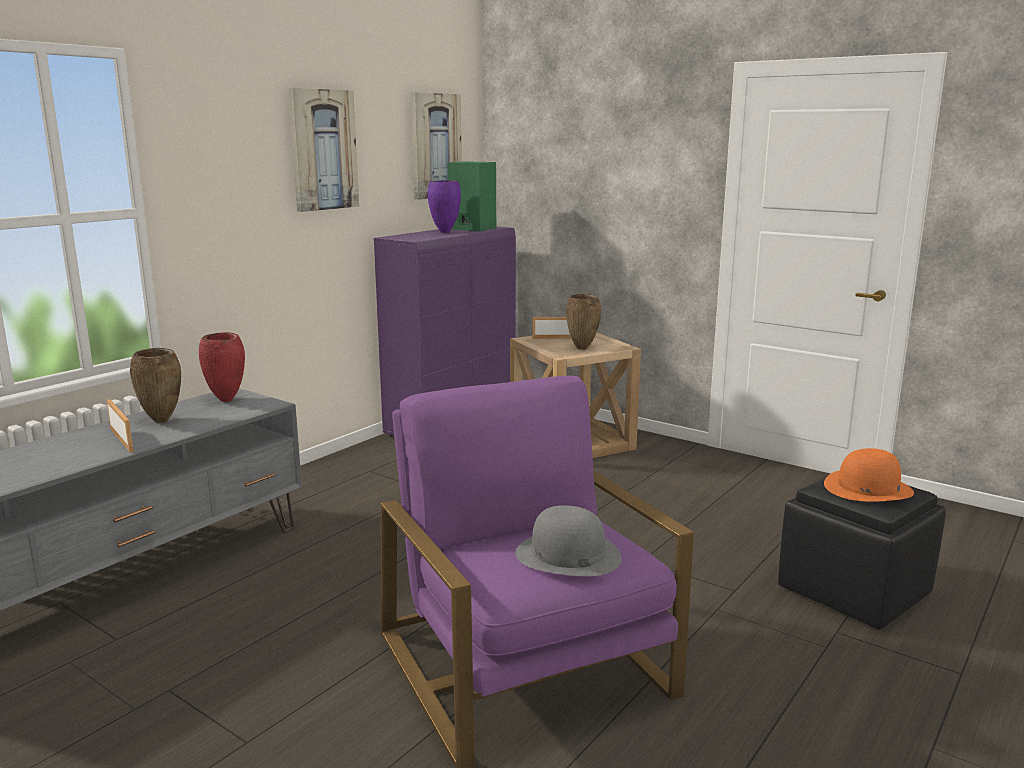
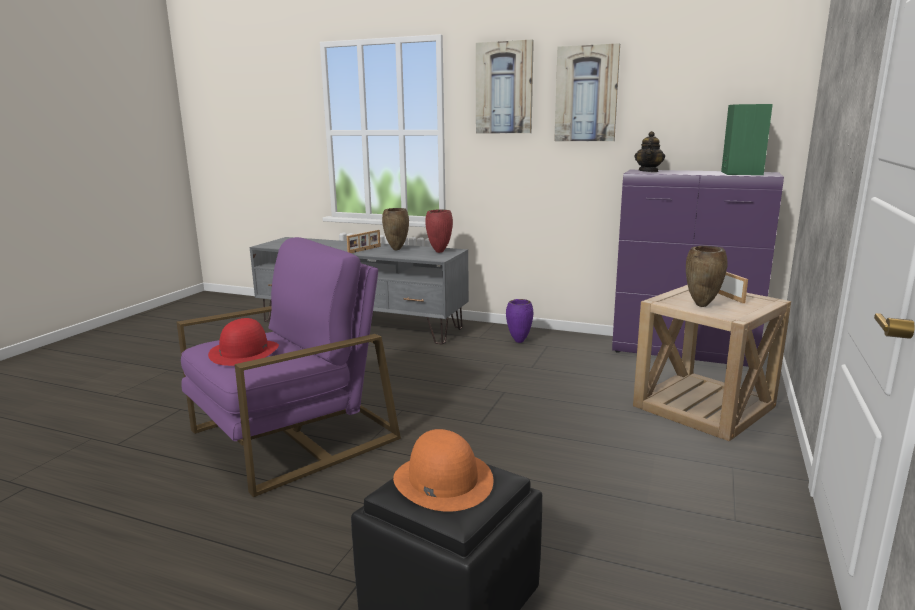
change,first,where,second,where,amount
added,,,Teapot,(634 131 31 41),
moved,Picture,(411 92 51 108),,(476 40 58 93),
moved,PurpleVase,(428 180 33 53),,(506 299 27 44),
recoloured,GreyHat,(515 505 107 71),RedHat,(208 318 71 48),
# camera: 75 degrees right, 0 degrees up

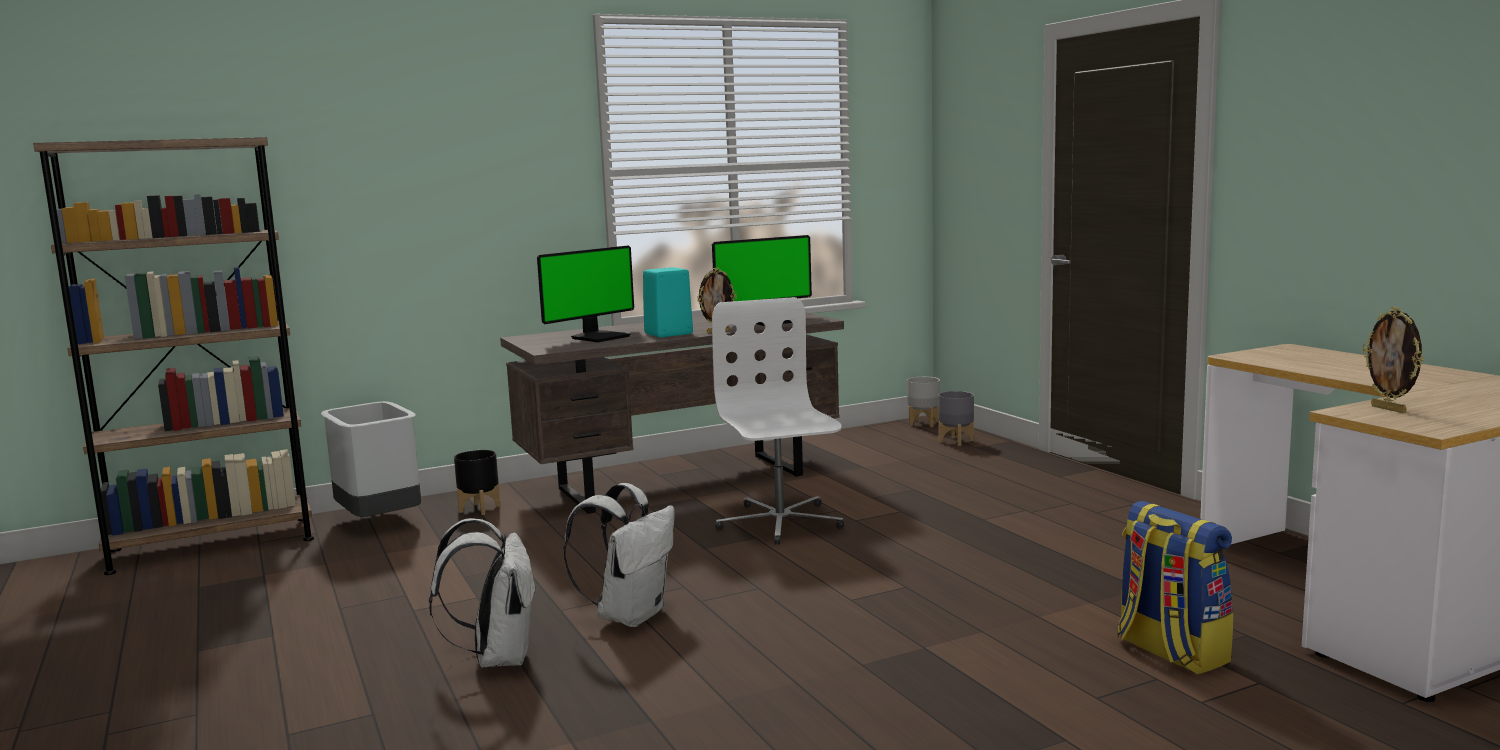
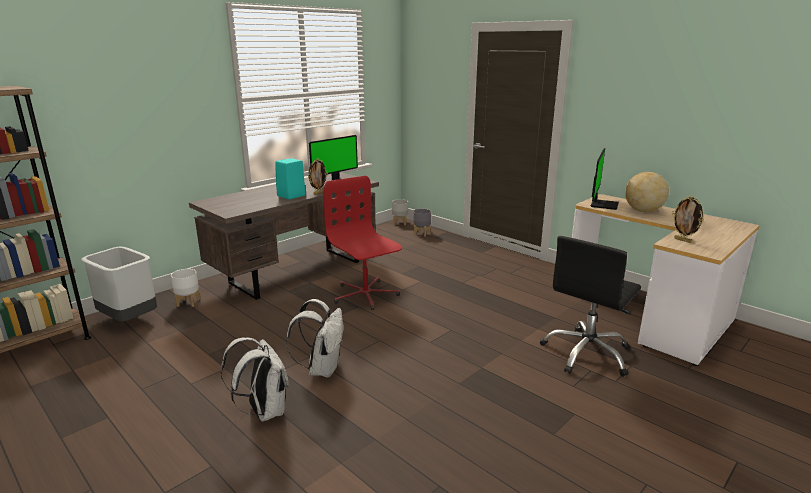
change,first,where,second,where,amount
added,,,Globe,(625 172 44 40),
moved,Monitor,(537 245 97 97),,(591 148 28 62),
replaced,Backpack,(1117 501 116 174),BlackOfficeChair,(540 236 101 141),
recoloured,BlackPlanter,(454 450 46 65),WhitePlanter,(171 269 29 38),
recoloured,WhiteOfficeChair,(712 297 132 248),RedOfficeChair,(324 176 78 134),
# camera: 20 degrees left, 10 degrees up

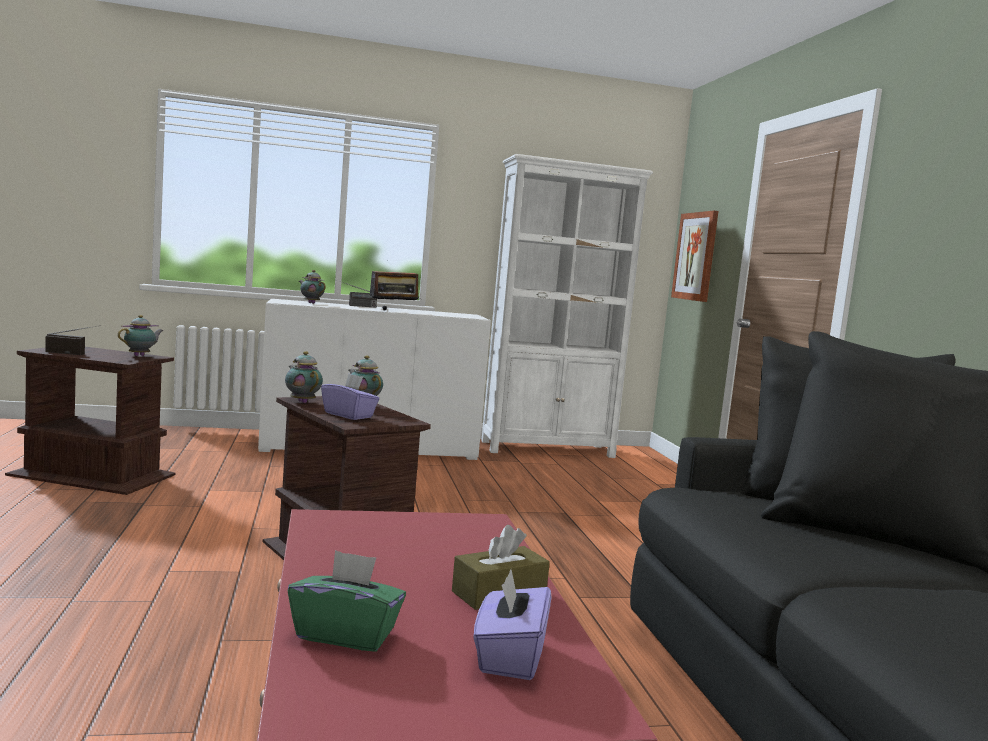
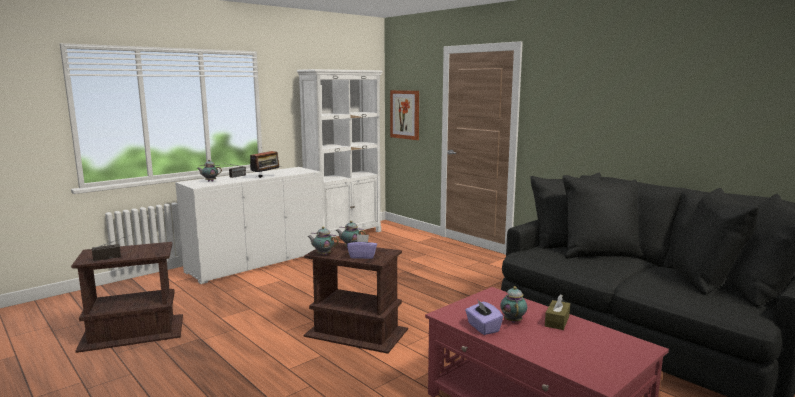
change,first,where,second,where,amount
removed,GreenTissueBox,(288 550 118 102),,,
moved,Teapot,(118 315 45 41),,(500 286 27 37),
moved,PurpleTissueBox,(473 569 79 111),,(465 299 38 36),
# camera: 30 degrees left, 5 degrees up

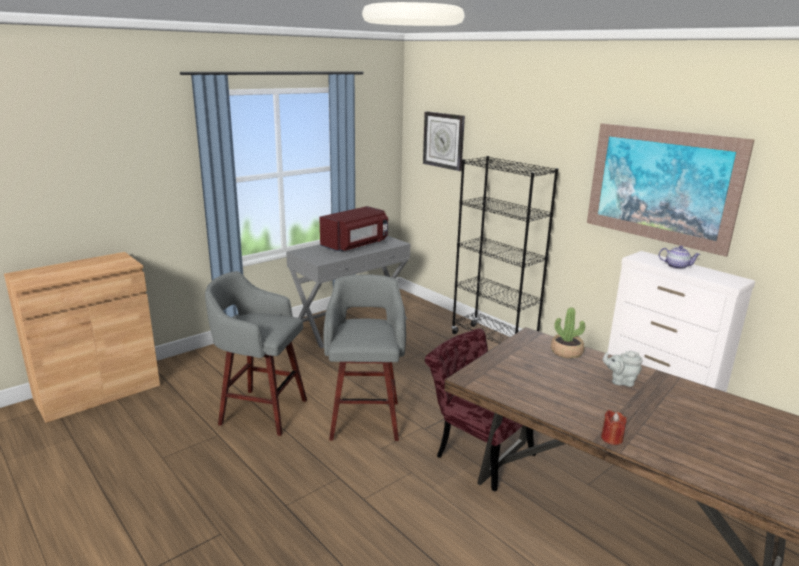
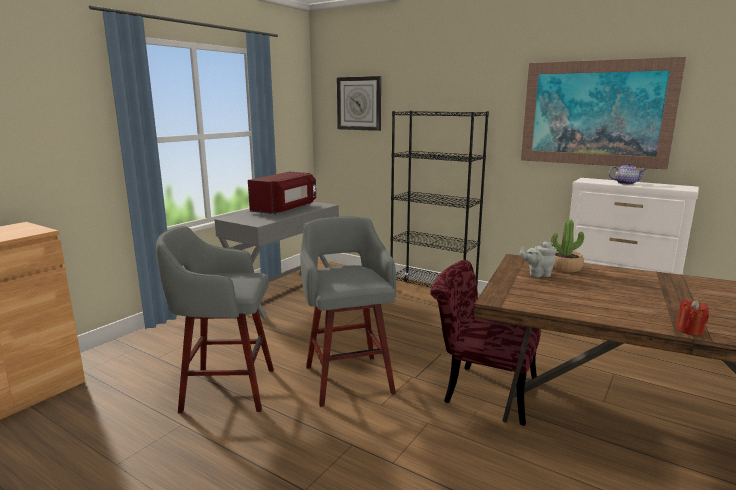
change,first,where,second,where,amount
moved,GreyTeapot,(603 351 40 36),,(520 242 37 35),
# camera: 15 degrees left, 5 degrees down

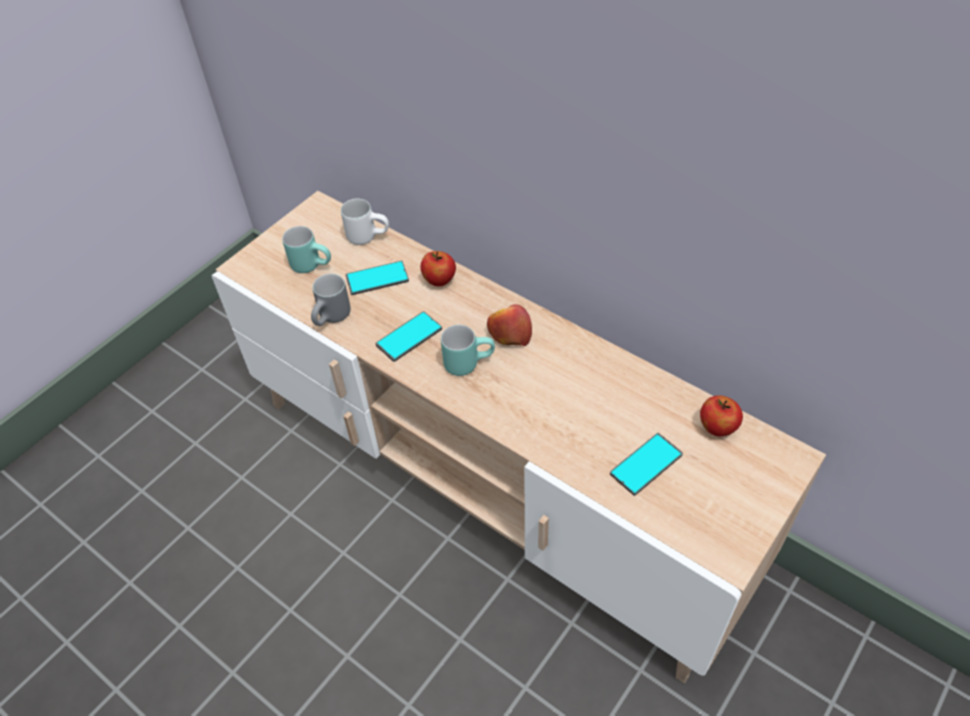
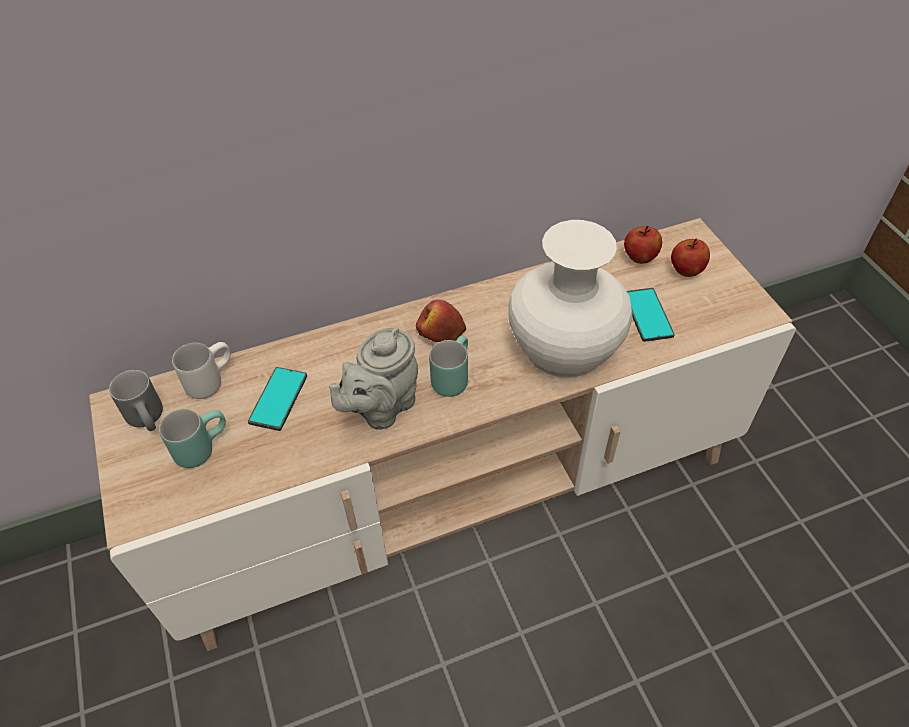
change,first,where,second,where,amount
added,,,WhiteVase,(508 220 124 158),
moved,GreyMug,(311 274 40 52),,(109 370 54 61),
moved,Apple,(421 251 35 35),,(671 238 39 39),
replaced,Phone,(376 311 66 51),GreyTeapot,(329 328 89 101),
# camera: 60 degrees left, 0 degrees up

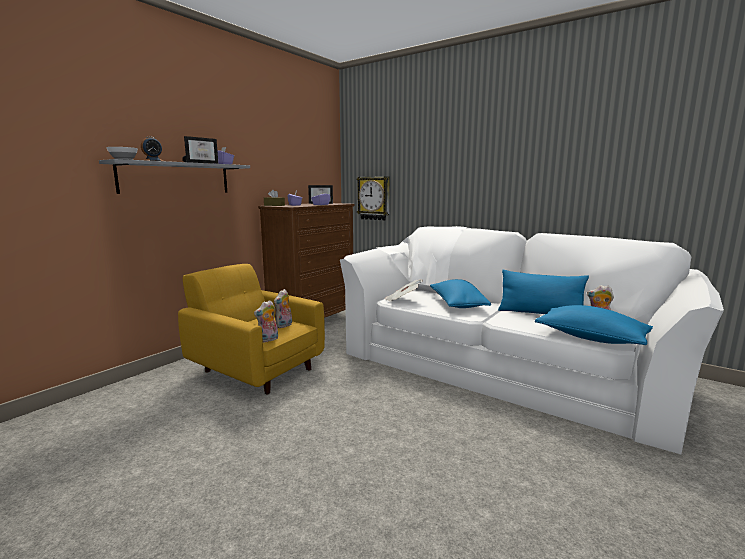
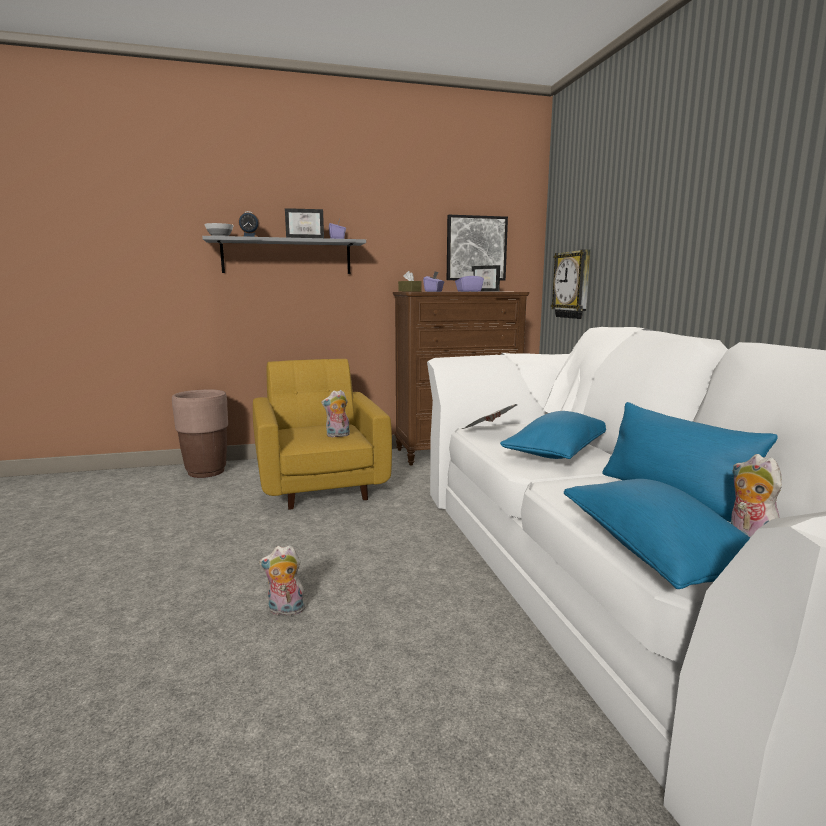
change,first,where,second,where,amount
added,,,BrownPlanter,(172 389 56 89),
added,,,Picture,(447 215 61 66),
moved,PlushToy,(254 300 24 43),,(259 545 47 70),
# camera: 40 degrees right, 0 degrees up

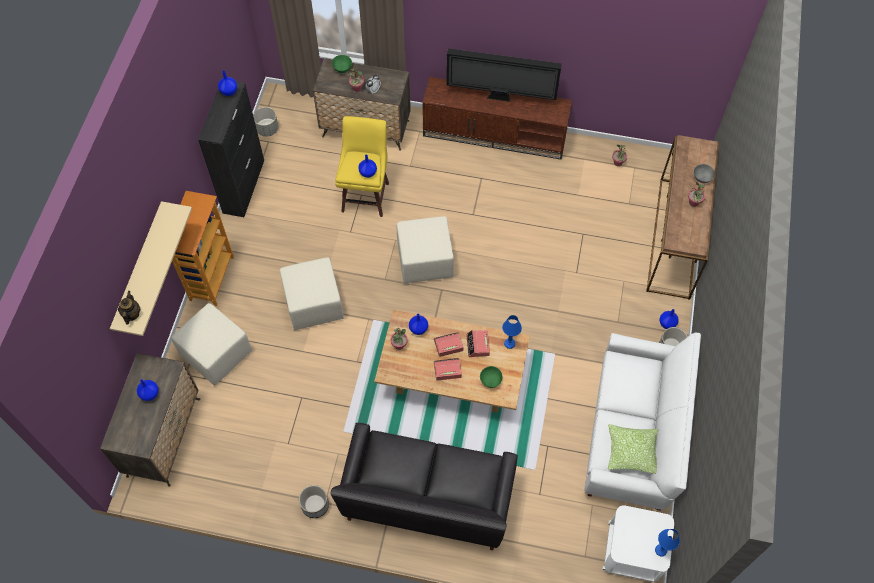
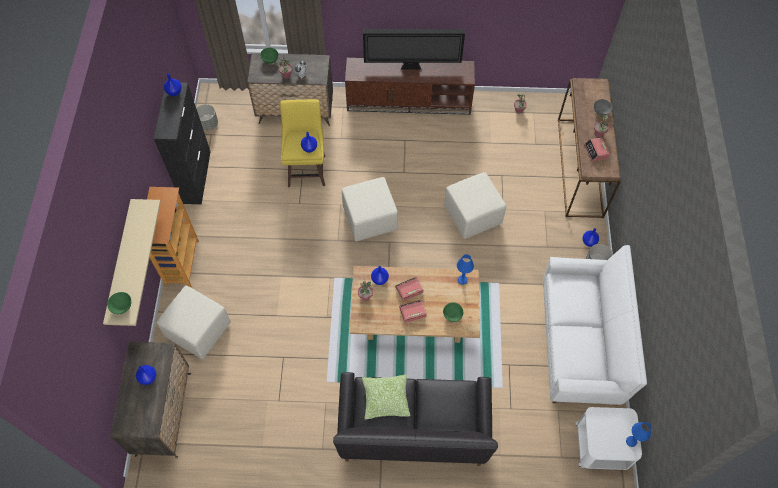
change,first,where,second,where,amount
removed,Planter,(299 485 30 33),,,
moved,BeigeOttoman,(280 257 64 73),,(444 172 62 67),
moved,AlarmClock,(466 330 24 27),,(584 137 26 25),
moved,Pillow,(608 424 50 50),,(362 374 48 45),
replaced,Teapot,(118 291 22 34),GreenBowl,(107 292 24 22),
# camera: 10 degrees left, 0 degrees up

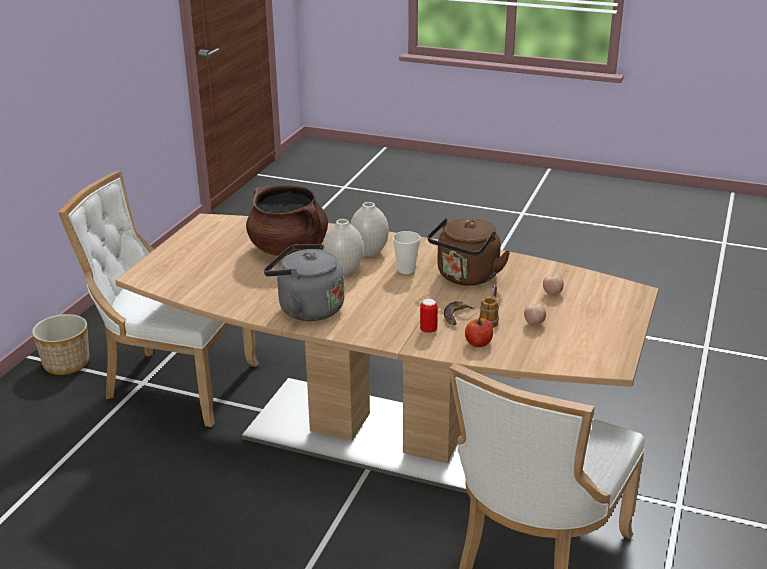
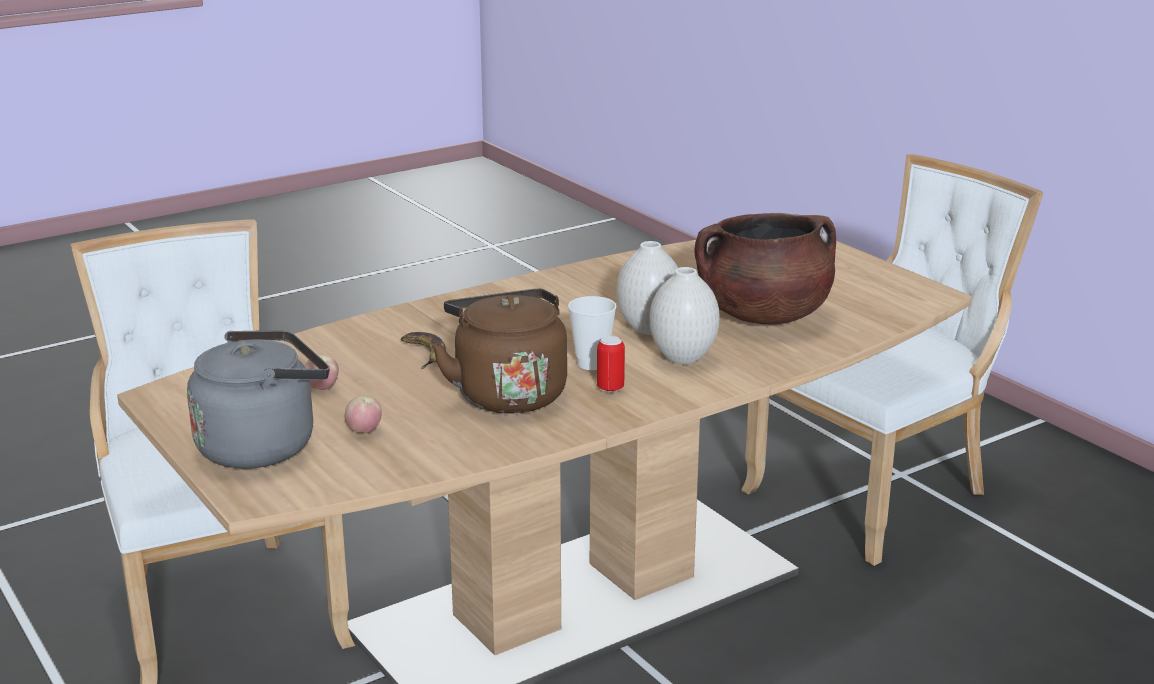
change,first,where,second,where,amount
removed,Planter,(32 314 57 61),,,
removed,Apple,(465 317 28 30),,,
removed,Mug,(479 285 20 43),,,
moved,GreyKettle,(264 244 80 77),,(187 330 143 139),
moved,Can,(420 299 18 35),,(597 336 28 57),
# camera: 125 degrees right, 5 degrees down

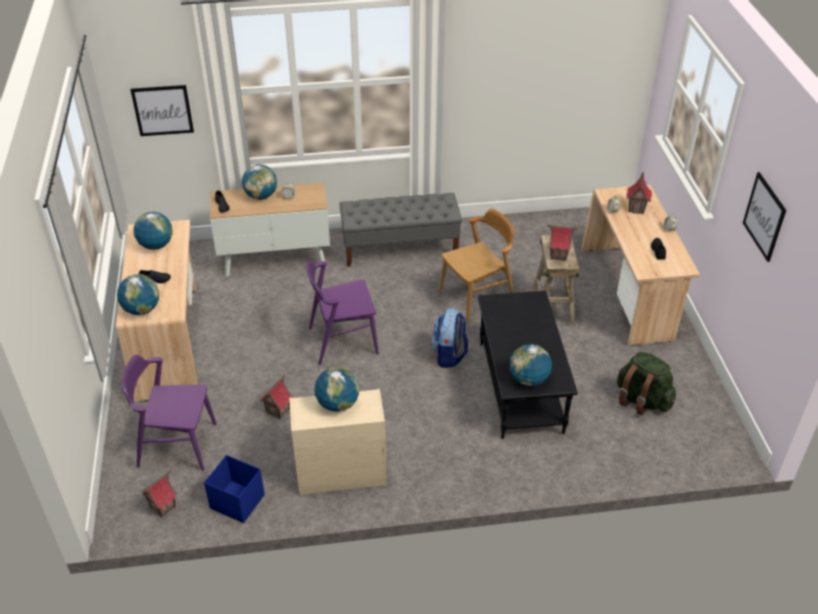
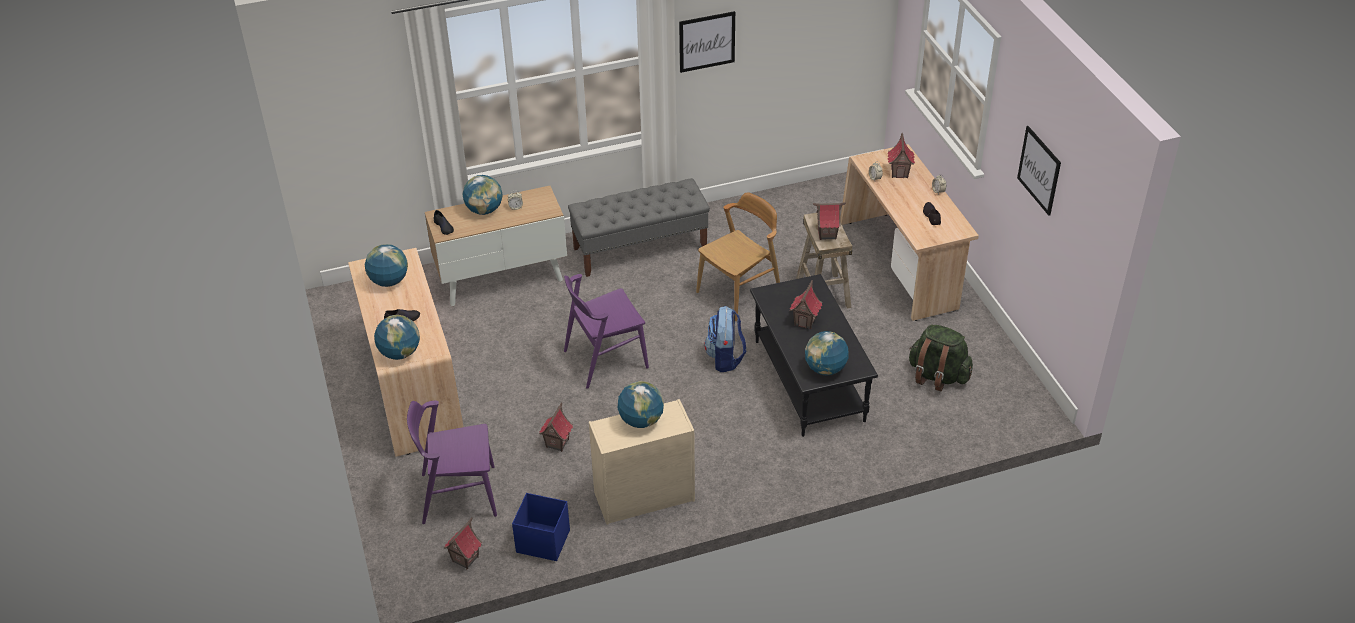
change,first,where,second,where,amount
added,,,ToyHouse,(790 280 32 49),
moved,Picture,(130 85 64 51),,(679 11 56 62),
# camera: 10 degrees left, 0 degrees up

